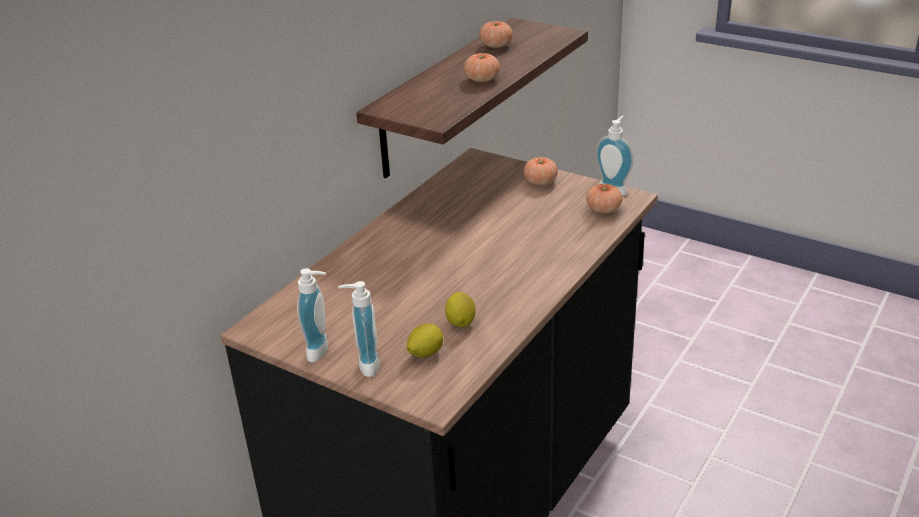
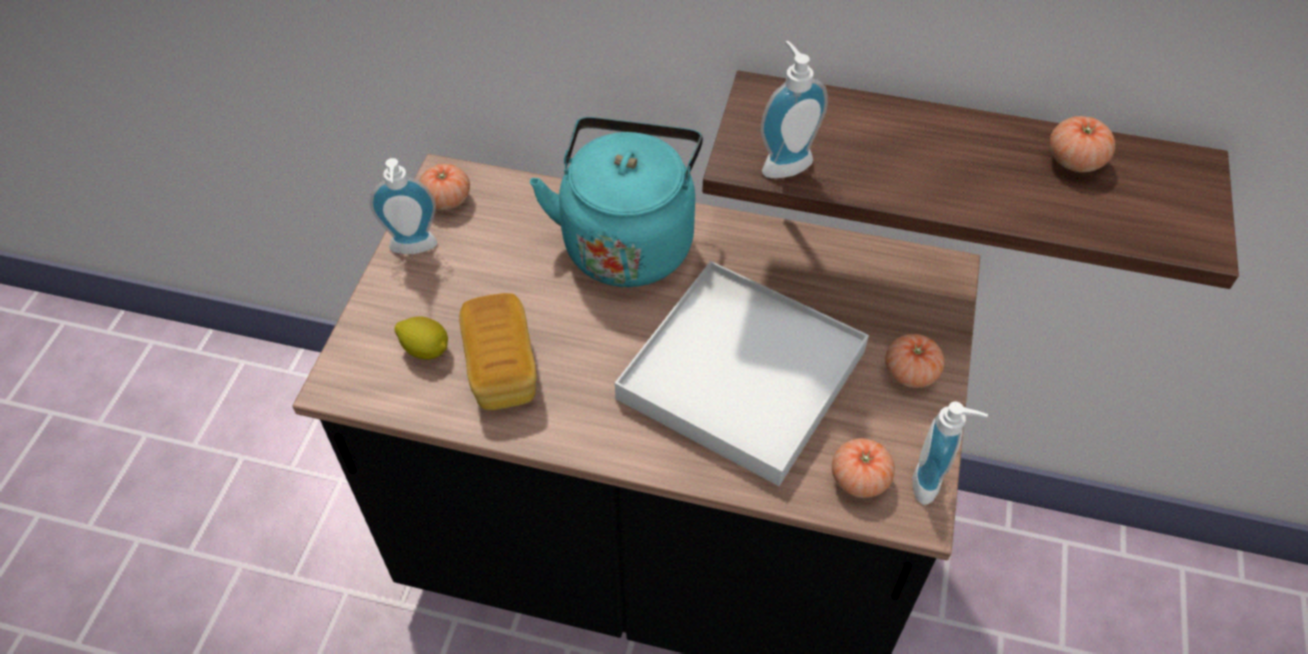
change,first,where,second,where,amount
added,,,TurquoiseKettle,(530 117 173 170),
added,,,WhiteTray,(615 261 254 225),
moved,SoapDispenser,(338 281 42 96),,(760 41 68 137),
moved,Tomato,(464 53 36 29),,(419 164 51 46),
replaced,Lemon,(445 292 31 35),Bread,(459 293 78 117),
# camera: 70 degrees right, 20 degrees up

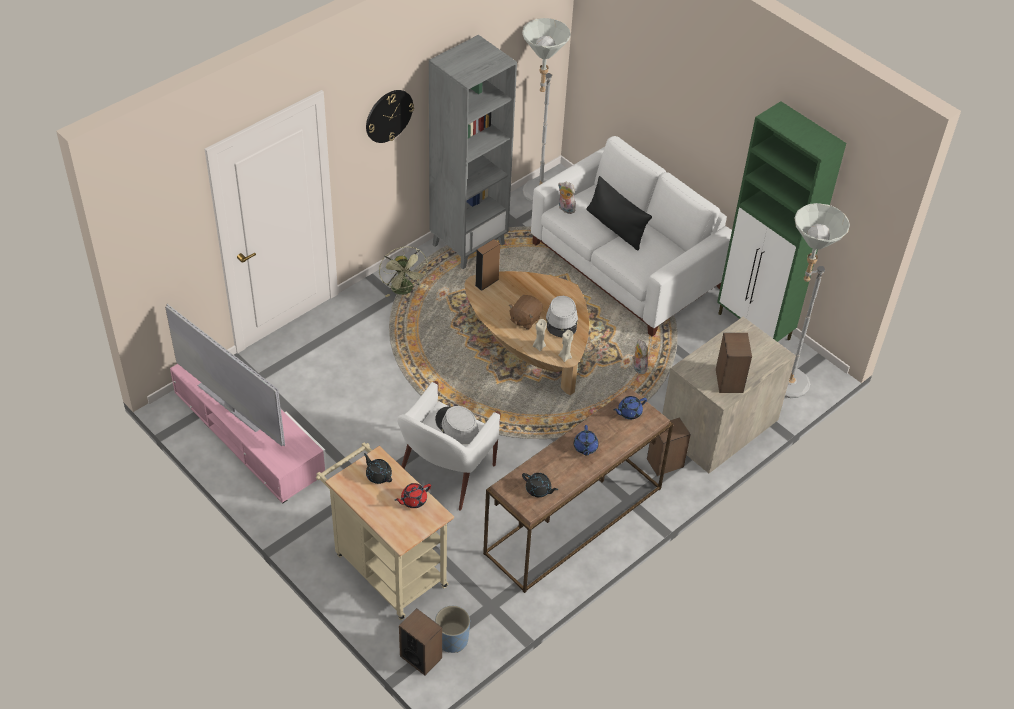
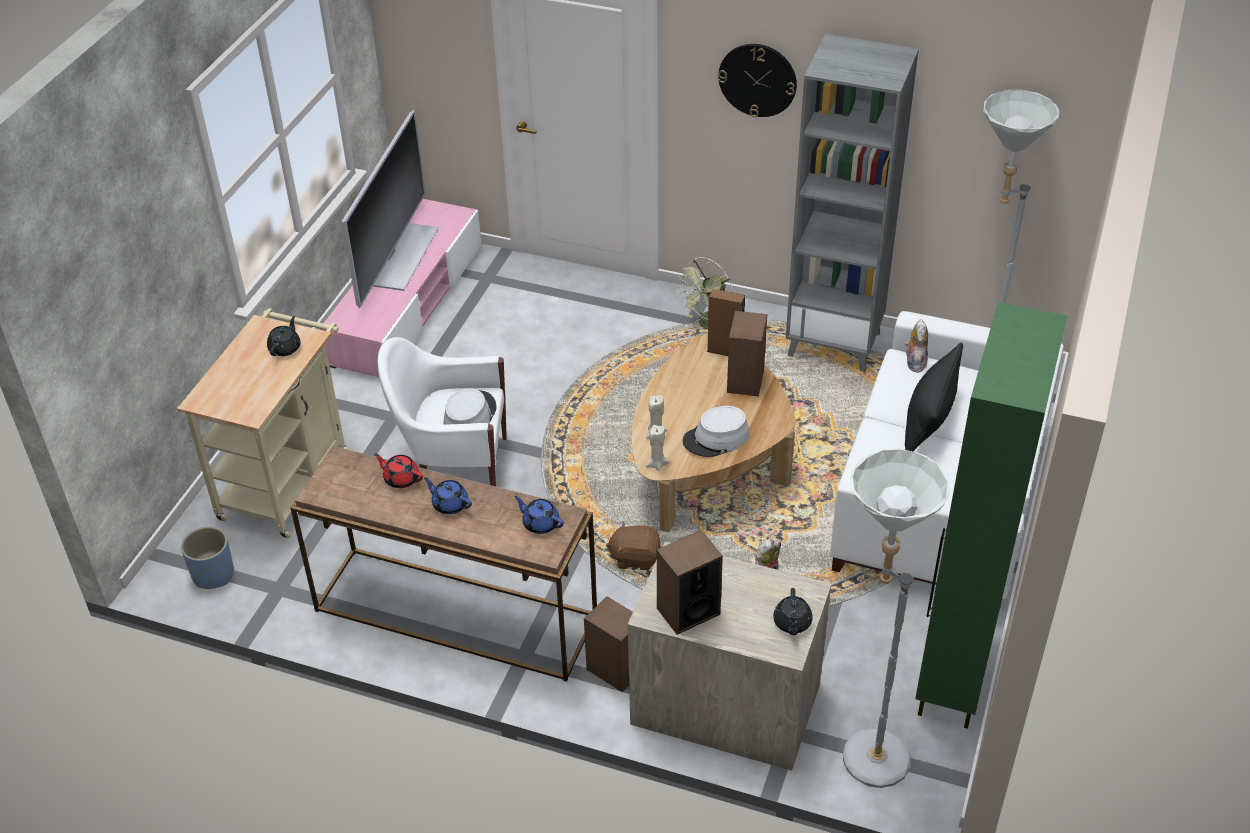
change,first,where,second,where,amount
moved,RedTeapot,(395 483 36 25),,(374 453 49 35),
moved,Speaker,(399 608 43 67),,(727 311 40 86),
moved,BrownPlushToy,(509 295 34 35),,(606 521 55 49),
moved,BlackTeapot,(522 473 36 24),,(773 588 40 47),
turned,BlueTeapot,(574 425 25 31),,(424 477 48 37),60 degrees clockwise
# camera: 65 degrees right, 5 degrees down

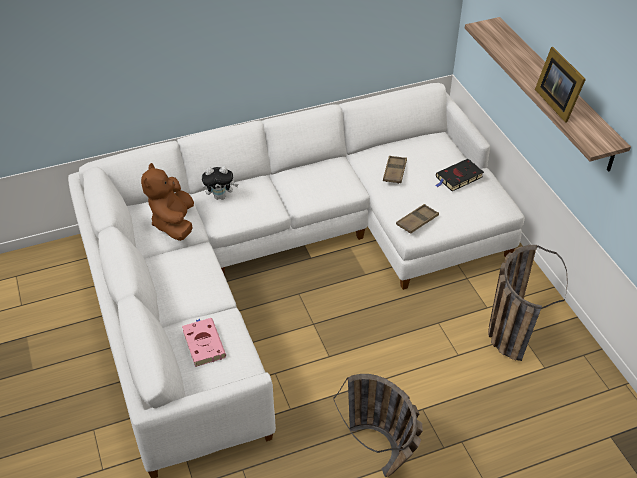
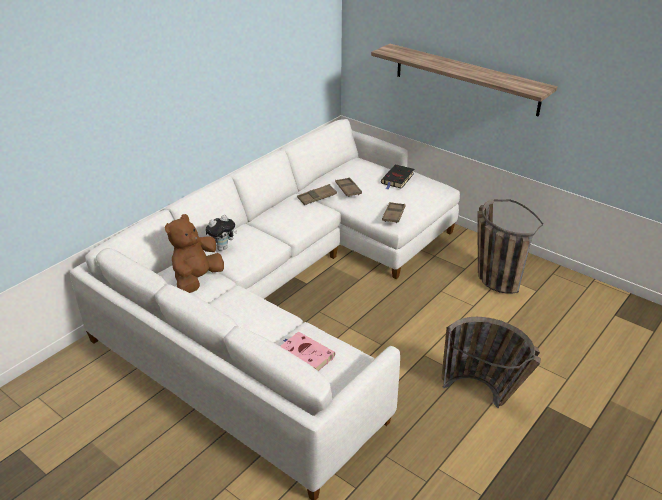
change,first,where,second,where,amount
removed,PictureFrame,(535 47 51 76),,,
added,,,BrownTray,(297 184 40 21),
turned,BrownPlushToy,(141 163 53 78),,(165 214 59 79),60 degrees clockwise
# camera: 30 degrees left, 10 degrees down

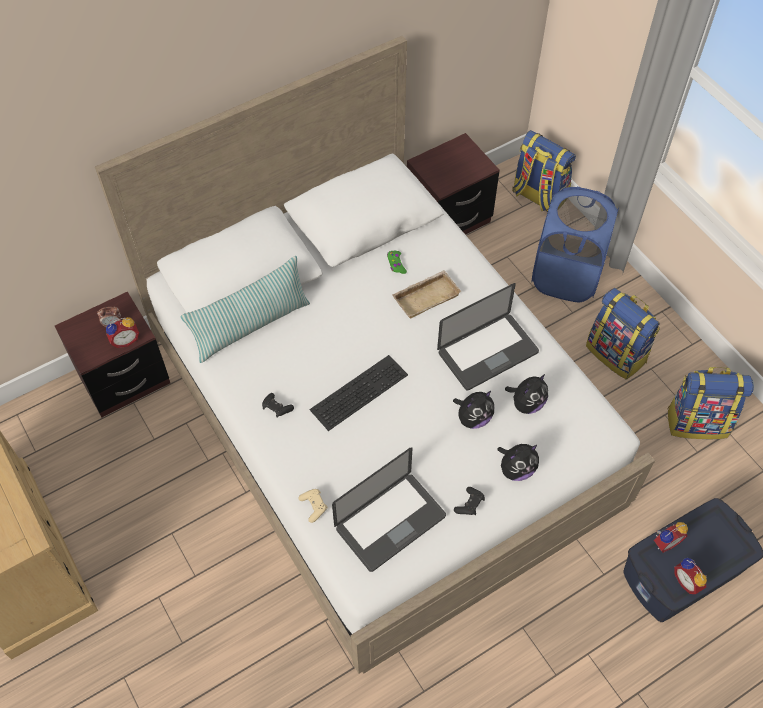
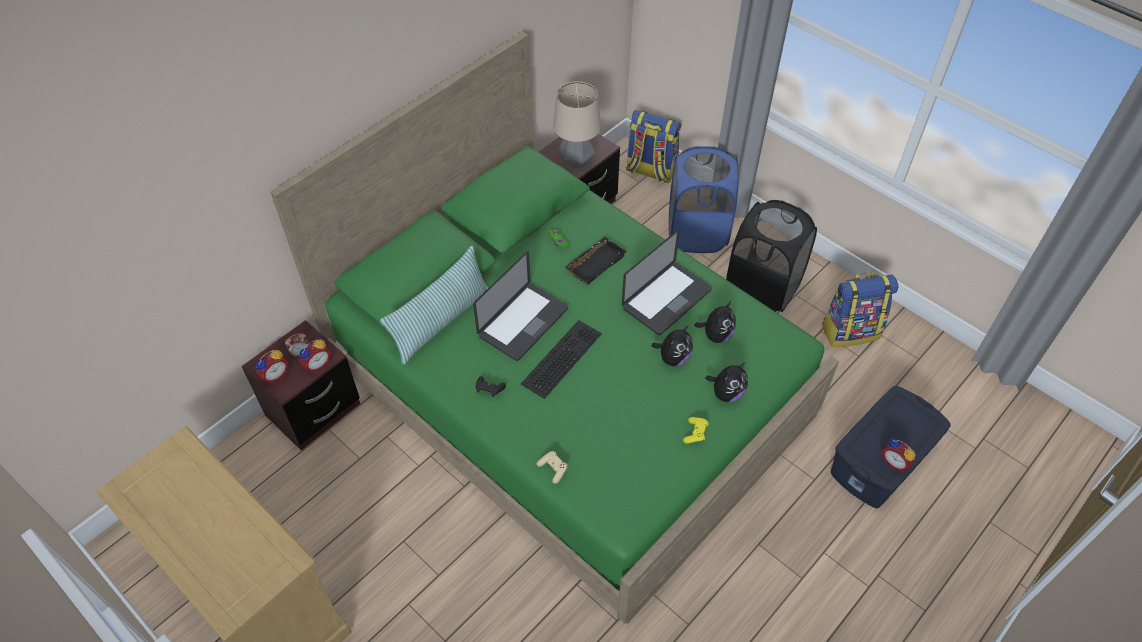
change,first,where,second,where,amount
added,,,TableLamp,(553 81 48 87),
moved,Laptop,(332 447 114 125),,(473 251 95 110),
moved,AlarmClock,(654 522 34 31),,(256 350 33 34),
replaced,Backpack,(586 288 74 91),BlackLaundryBasket,(726 200 91 112),
recoloured,WhiteBed,(95 36 560 638),GreenBed,(271 32 568 592),
recoloured,BeigeTray,(392 270 70 49),BlackTray,(565 237 62 48),
recoloured,BlackGameController,(454 487 31 28),YellowGameController,(683 417 26 27),
# camera: 15 degrees left, 5 degrees down

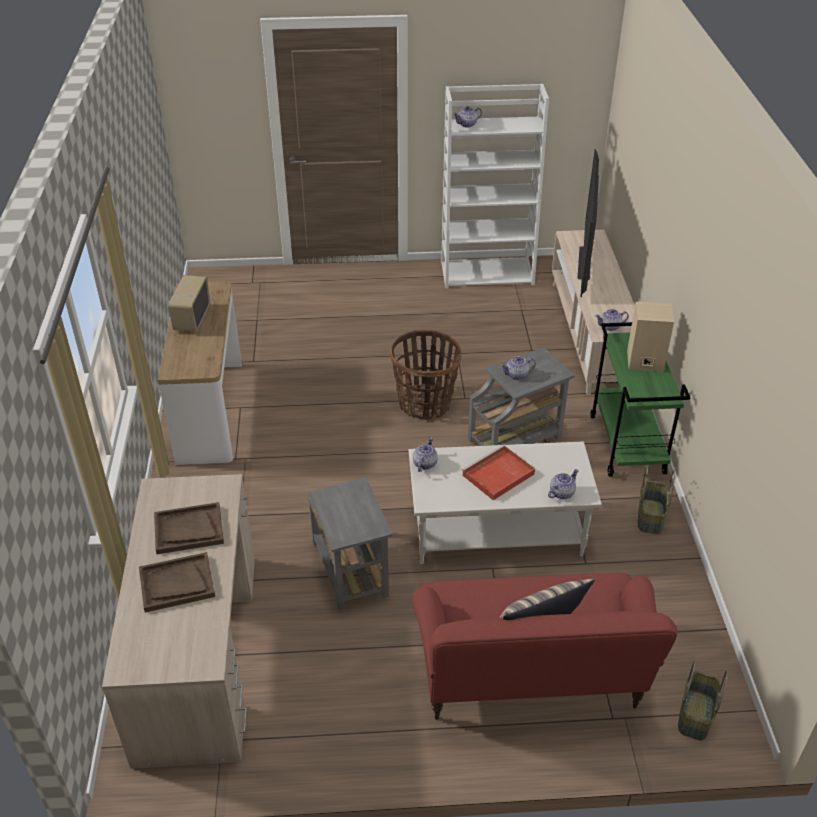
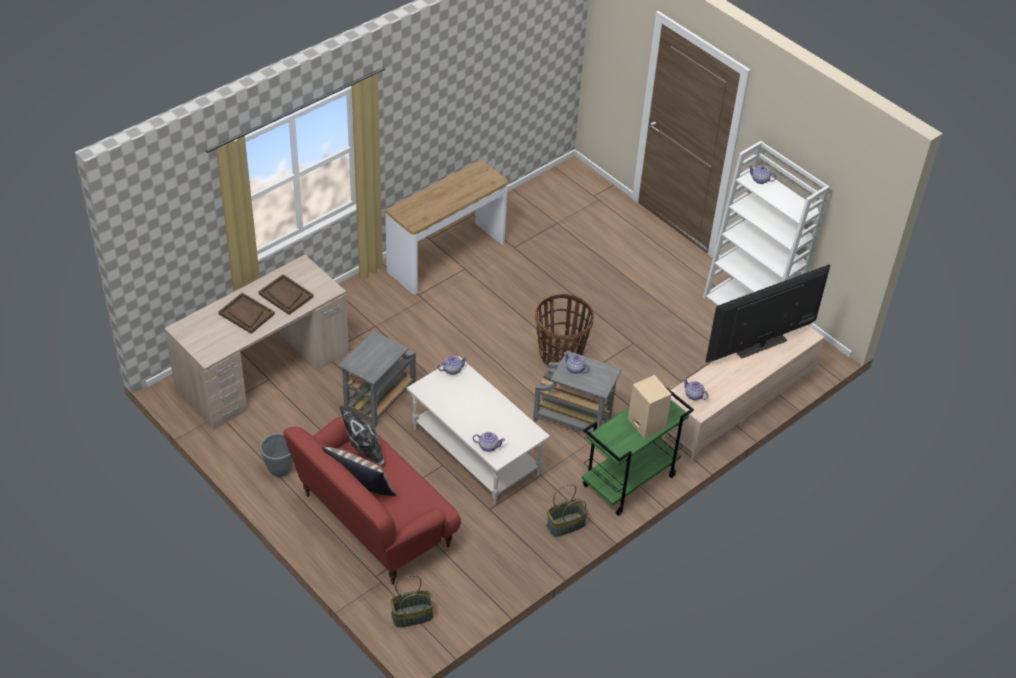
change,first,where,second,where,amount
removed,Radio,(168 275 43 57),,,
removed,RedTray,(461 445 74 56),,,
added,,,GreyPlanter,(260 433 33 44),
added,,,Pillow,(340 406 45 61),
# camera: 50 degrees right, 5 degrees up

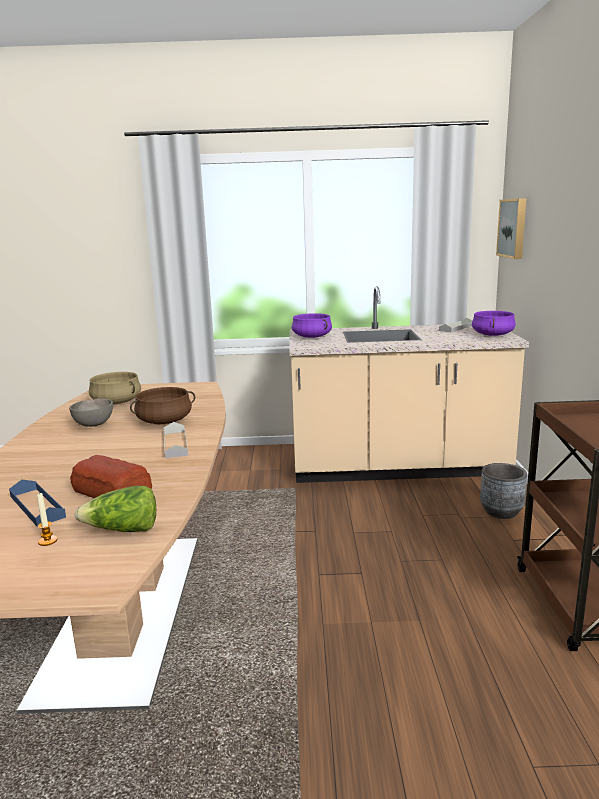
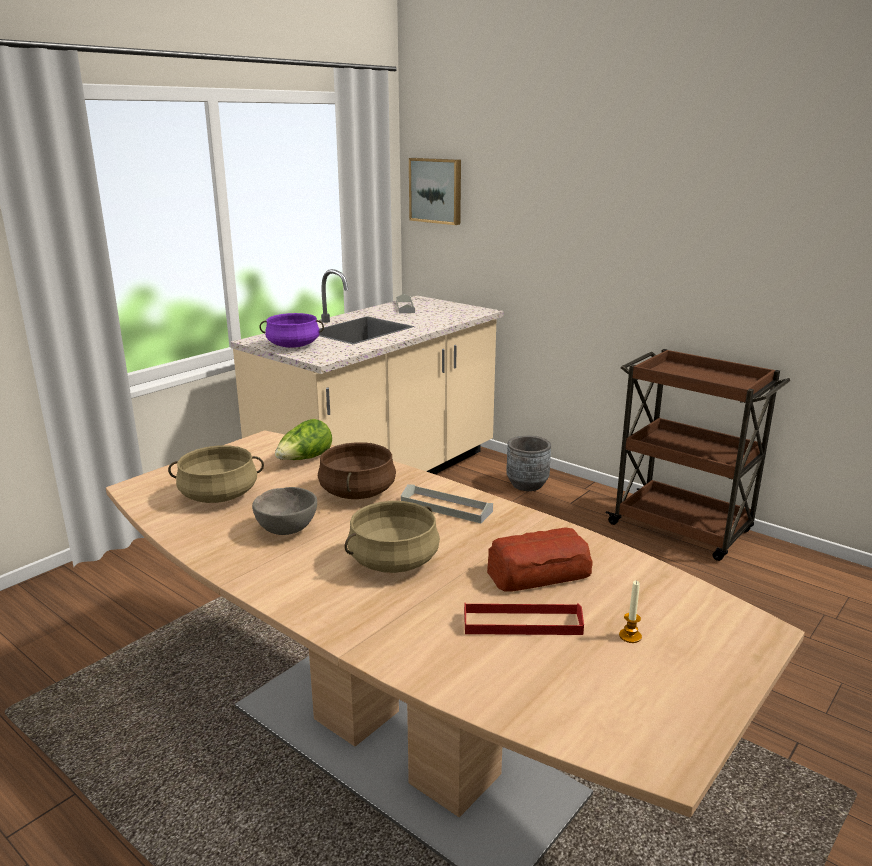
change,first,where,second,where,amount
removed,PurpleCookingPot,(472 311 44 25),,,
added,,,BeigeCookingPot,(344 501 96 72),
moved,Lettuce,(75 486 81 46),,(275 419 57 41),
recoloured,BlueTray,(9 480 57 47),RedTray,(464 602 120 33),
# camera: 50 degrees left, 5 degrees up

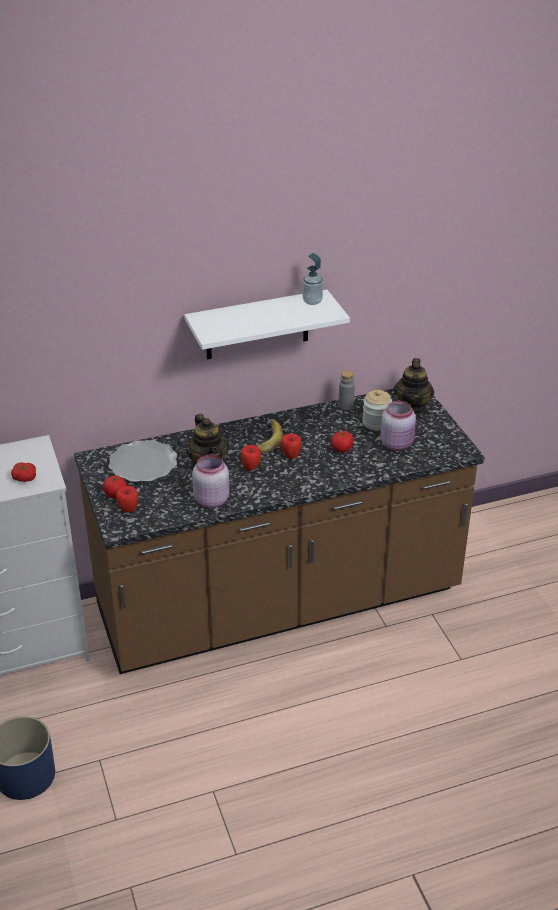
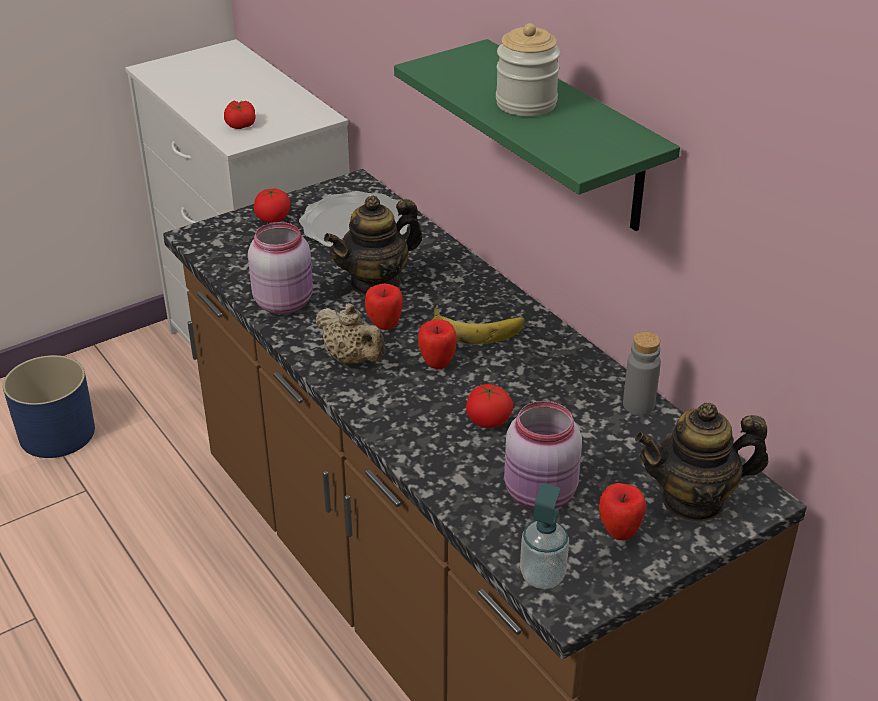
change,first,where,second,where,amount
added,,,BeigeTeapot,(315 303 70 61),
moved,Apple,(116 486 22 26),,(599 483 47 57),
moved,SoapDispenser,(303 253 20 52),,(520 483 49 106),
moved,Jar,(362 390 30 41),,(496 23 64 93),
recoloured,WhiteShelf,(184 290 166 69),GreenShelf,(394 39 286 192),
# camera: 75 degrees right, 0 degrees up

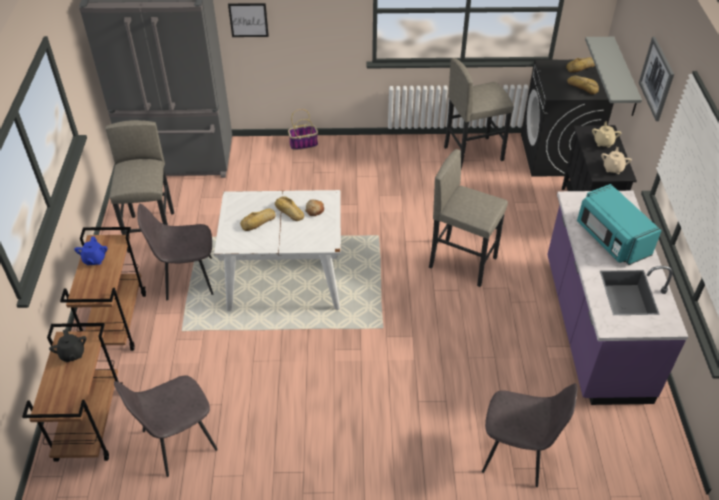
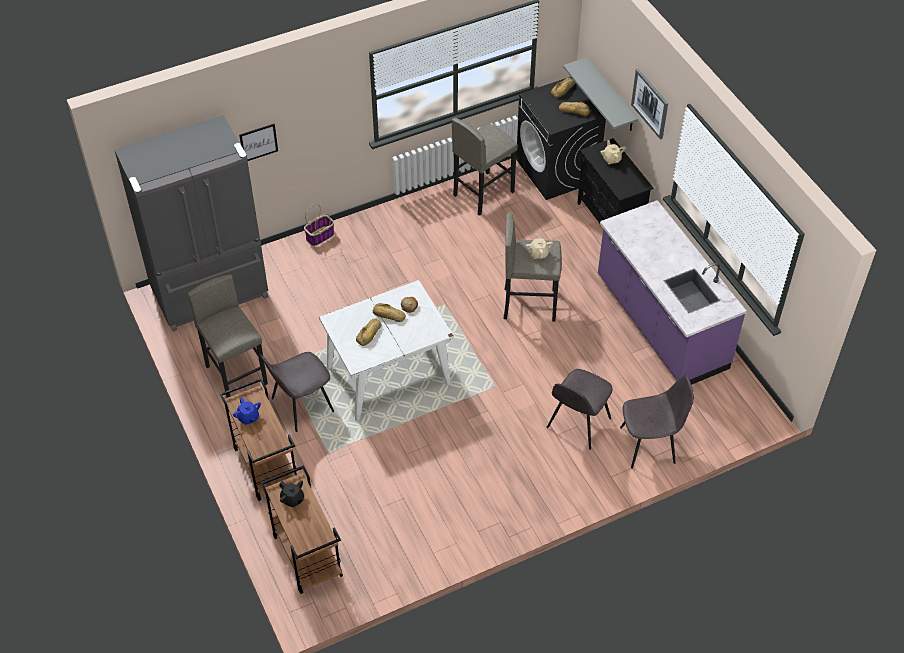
change,first,where,second,where,amount
removed,TurquoiseMicrowave,(577 184 85 81),,,
moved,GreyChair,(114 375 104 102),,(546 369 67 81),
moved,BeigeTeapot,(601 147 31 27),,(526 233 27 26),
# camera: 25 degrees left, 5 degrees up

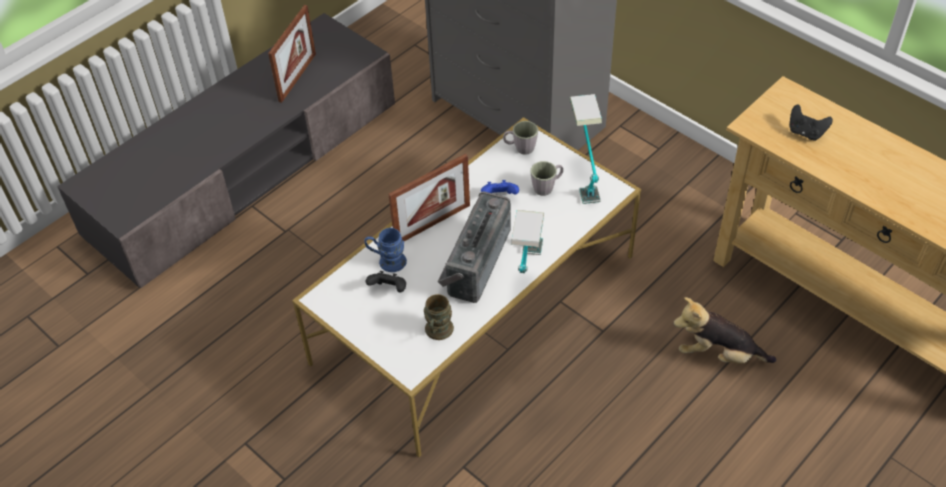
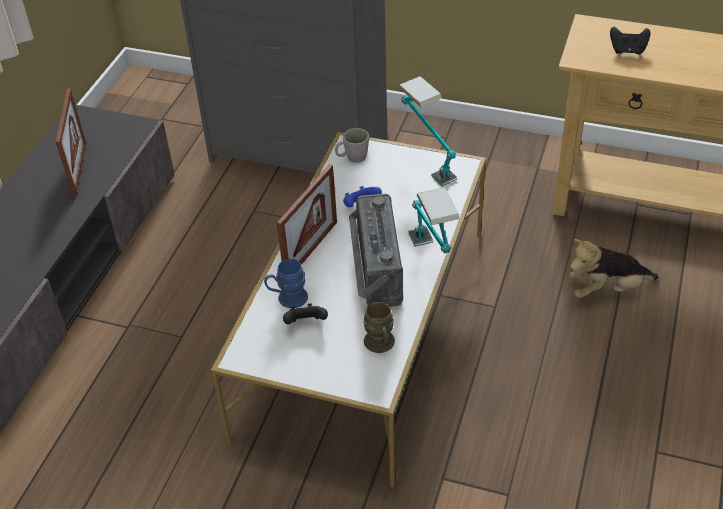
change,first,where,second,where,amount
removed,GreyMug,(531 161 32 35),,,
# camera: 25 degrees left, 5 degrees down

